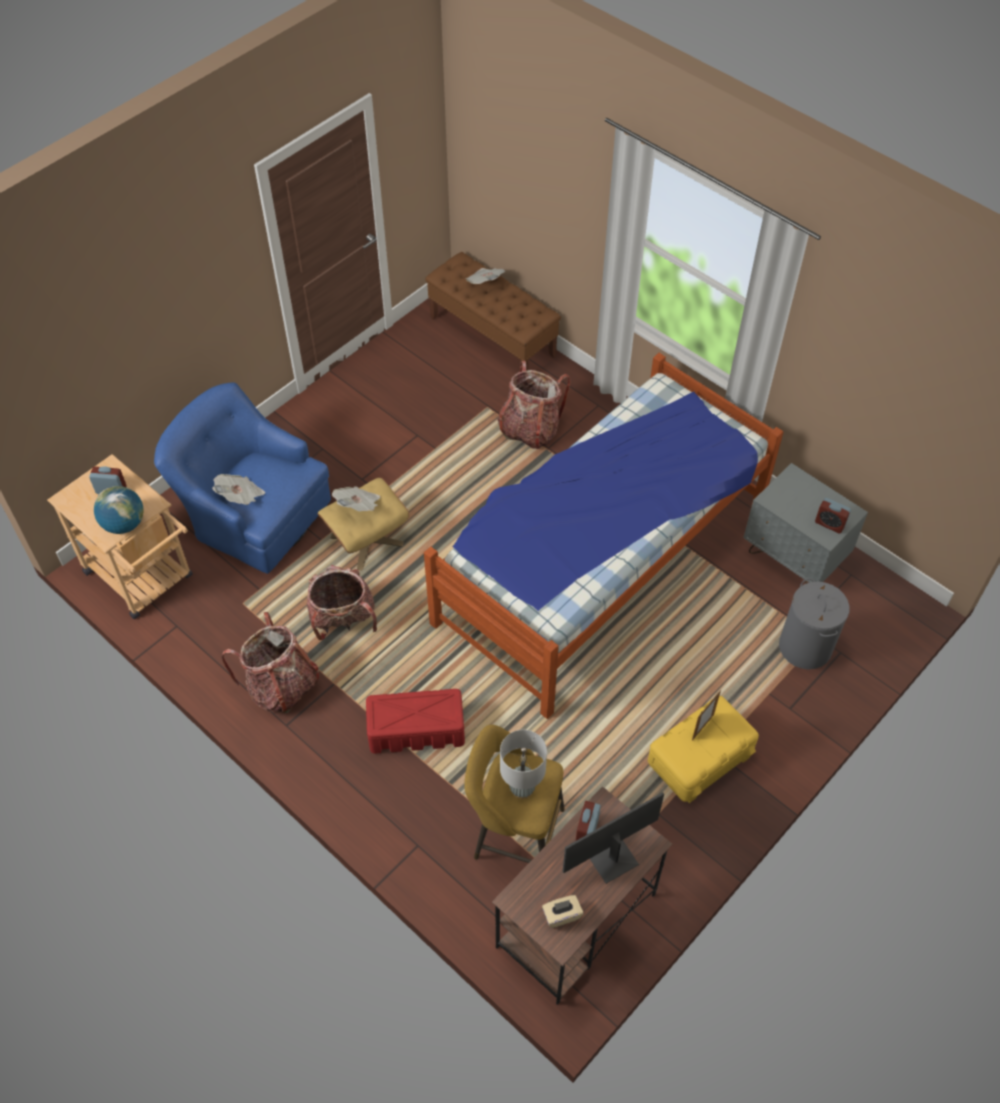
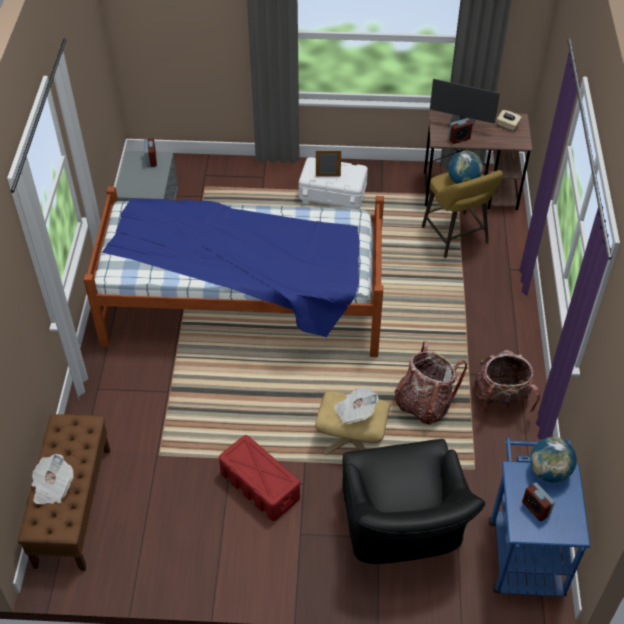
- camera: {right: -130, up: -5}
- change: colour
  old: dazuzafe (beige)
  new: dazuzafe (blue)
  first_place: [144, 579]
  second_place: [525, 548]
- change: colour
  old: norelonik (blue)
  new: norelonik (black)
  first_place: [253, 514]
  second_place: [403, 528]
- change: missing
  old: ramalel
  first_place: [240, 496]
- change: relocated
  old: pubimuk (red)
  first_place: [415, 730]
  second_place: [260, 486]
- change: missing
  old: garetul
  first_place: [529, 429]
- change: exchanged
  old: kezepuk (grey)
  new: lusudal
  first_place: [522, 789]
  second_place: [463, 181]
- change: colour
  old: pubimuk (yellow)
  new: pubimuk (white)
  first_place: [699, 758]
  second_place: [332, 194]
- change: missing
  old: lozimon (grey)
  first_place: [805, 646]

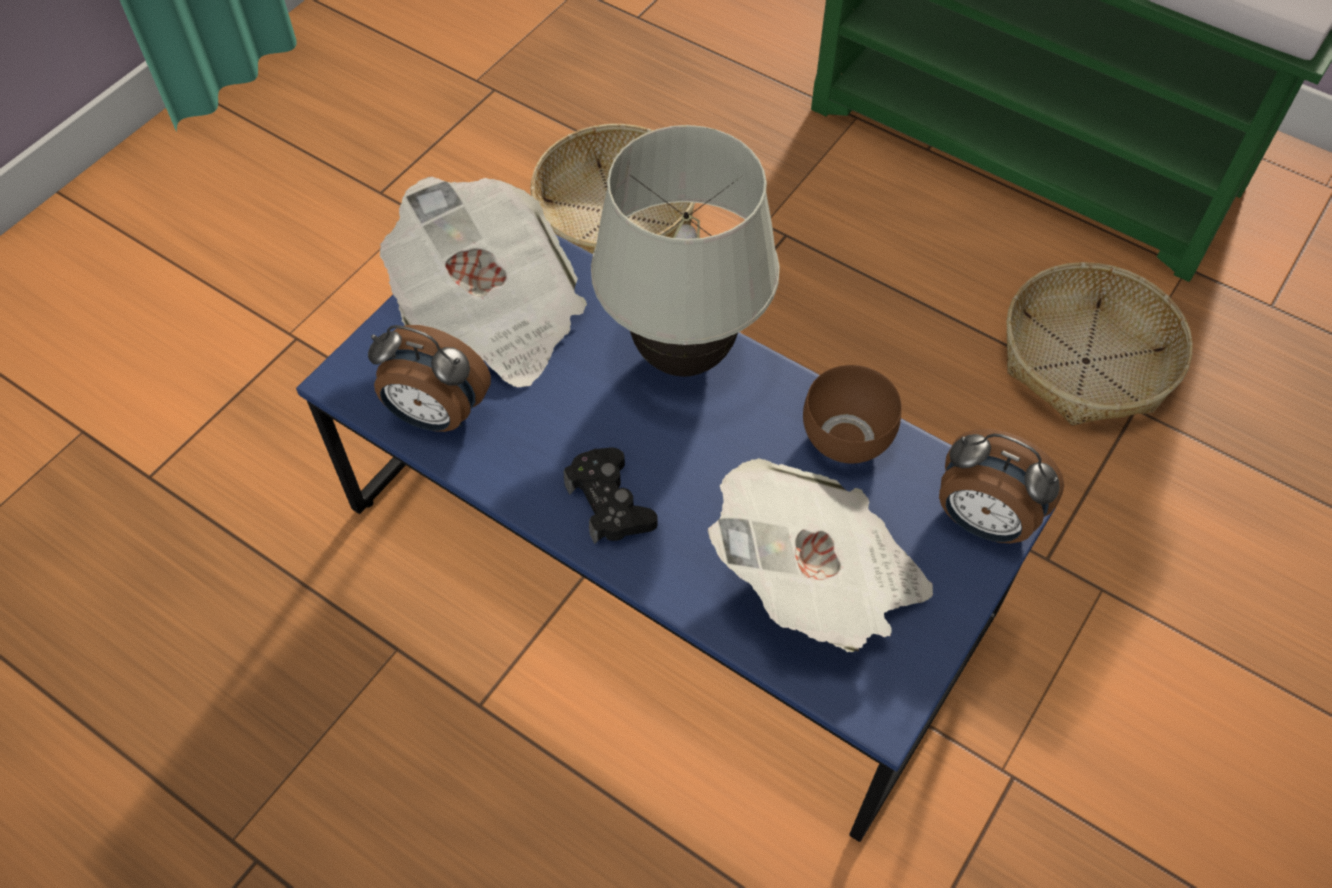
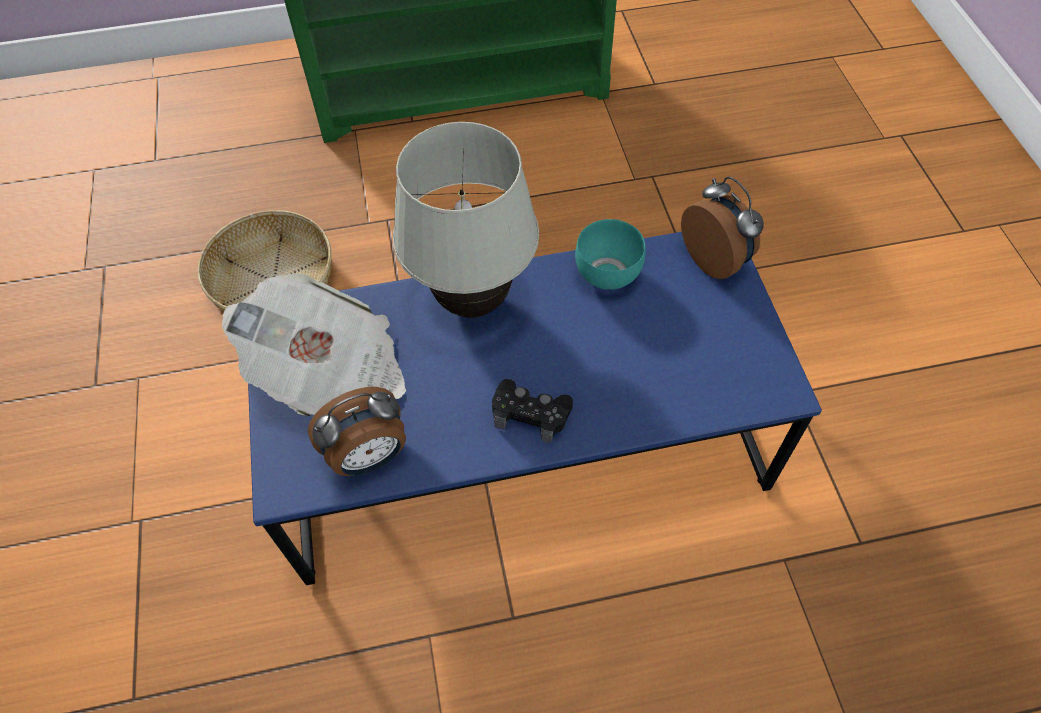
- camera: {right: -45, up: 0}
- change: missing
  old: ramalel
  first_place: [818, 581]
- change: colour
  old: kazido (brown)
  new: kazido (turquoise)
  first_place: [849, 441]
  second_place: [610, 274]
- change: spun
  old: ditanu
  first_place: [982, 521]
  second_place: [716, 259]
  degrees: -105
- change: missing
  old: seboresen
  first_place: [1086, 361]

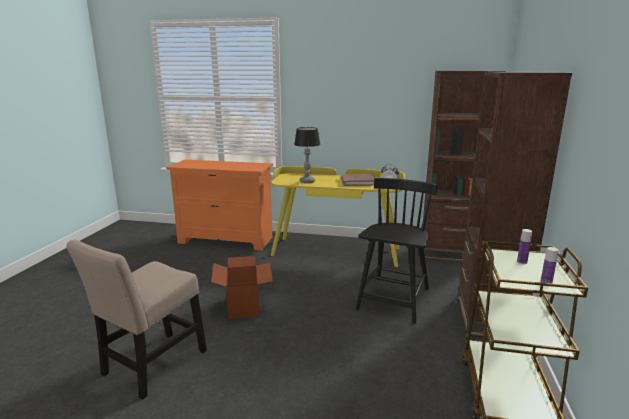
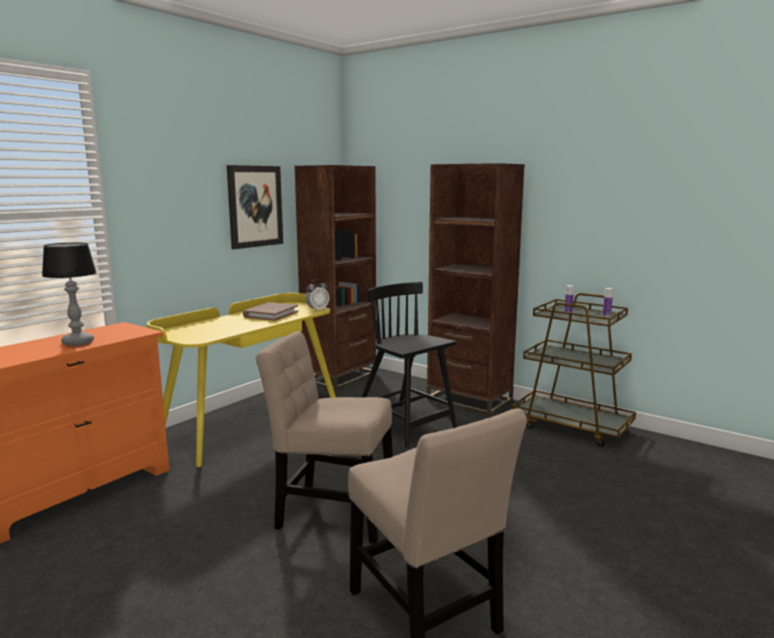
- camera: {right: -65, up: -5}
- change: exchanged
  old: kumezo
  new: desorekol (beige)
  first_place: [244, 306]
  second_place: [330, 514]
- change: relocated
  old: kezepuk
  first_place: [307, 181]
  second_place: [78, 342]
- change: appeared
  new: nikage
  second_place: [255, 206]

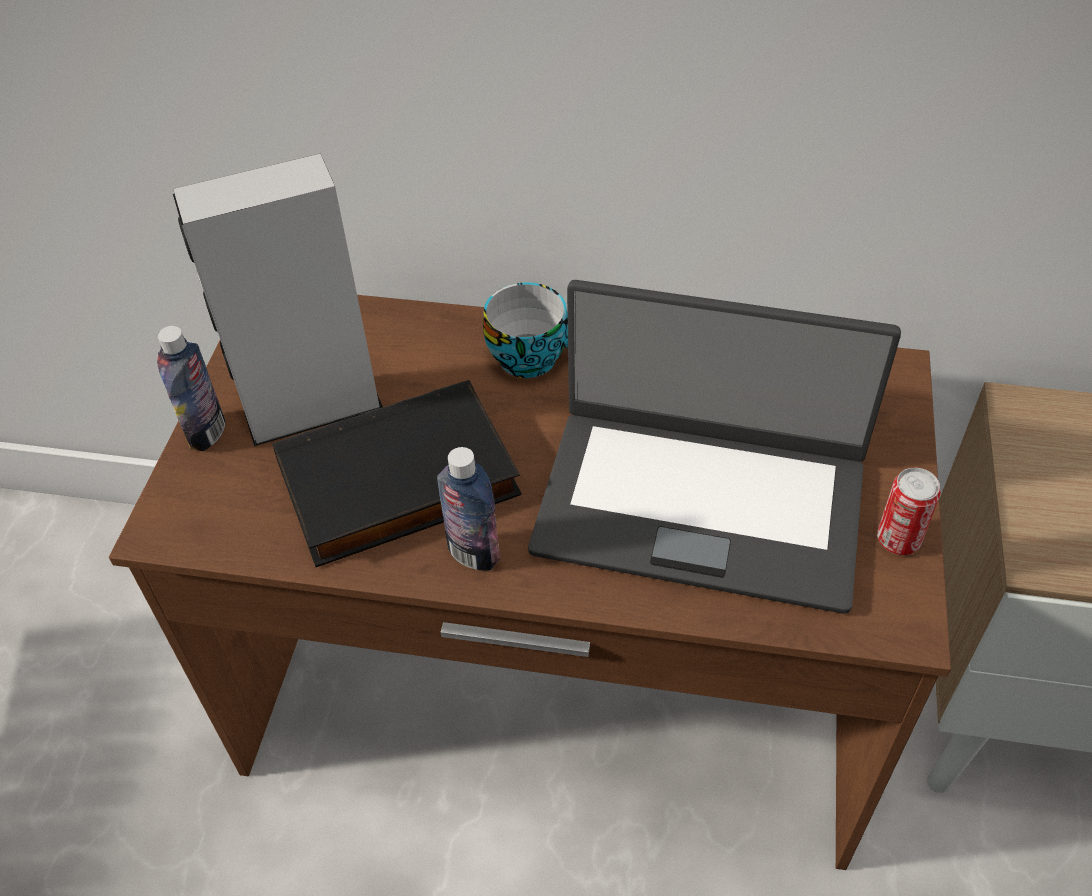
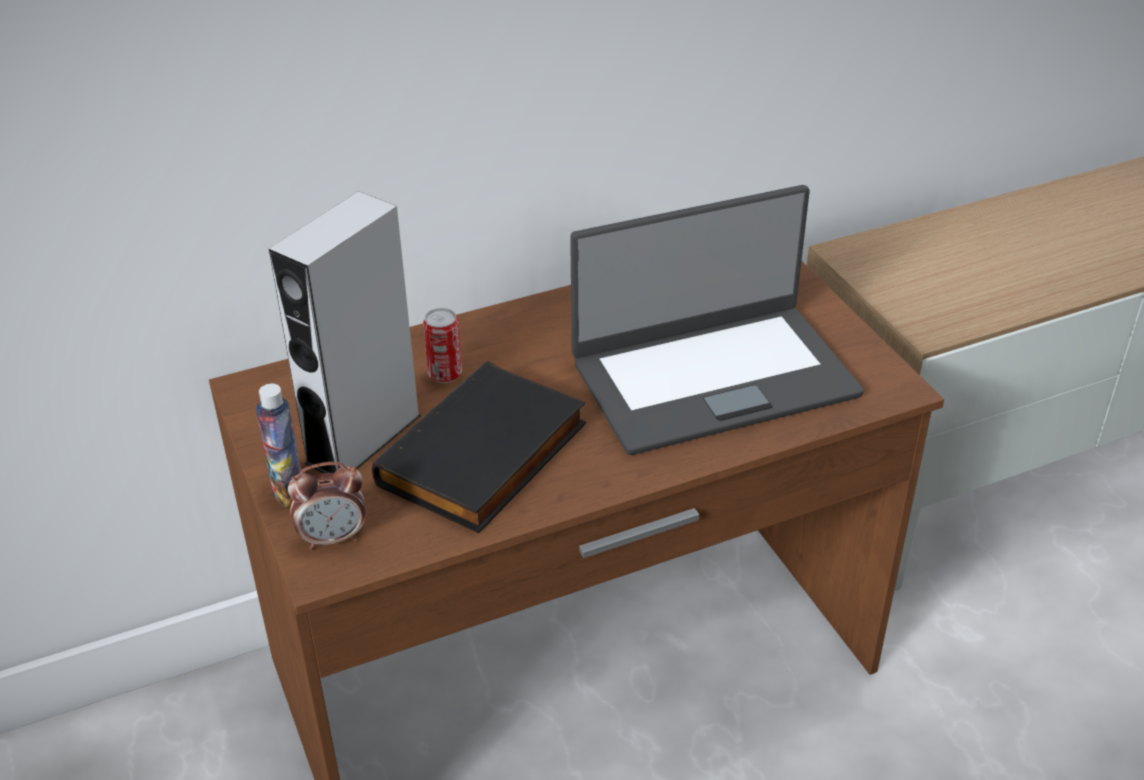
- camera: {right: -35, up: -10}
- change: missing
  old: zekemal
  first_place: [473, 553]
- change: missing
  old: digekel
  first_place: [532, 356]
- change: relocated
  old: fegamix
  first_place: [898, 540]
  second_place: [445, 374]
- change: appeared
  new: ditanu
  second_place: [333, 538]

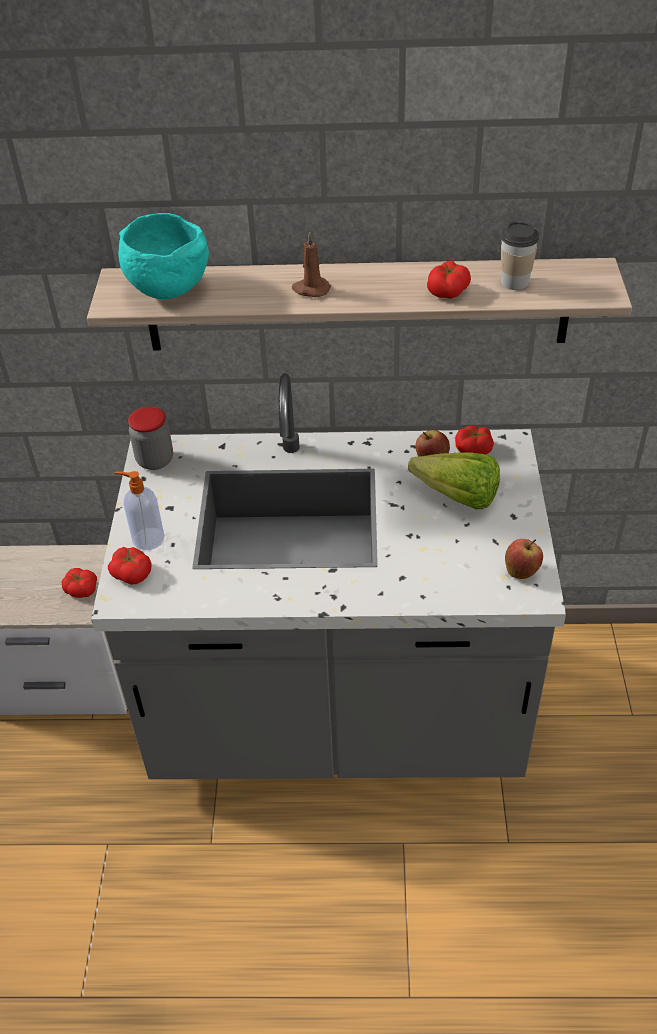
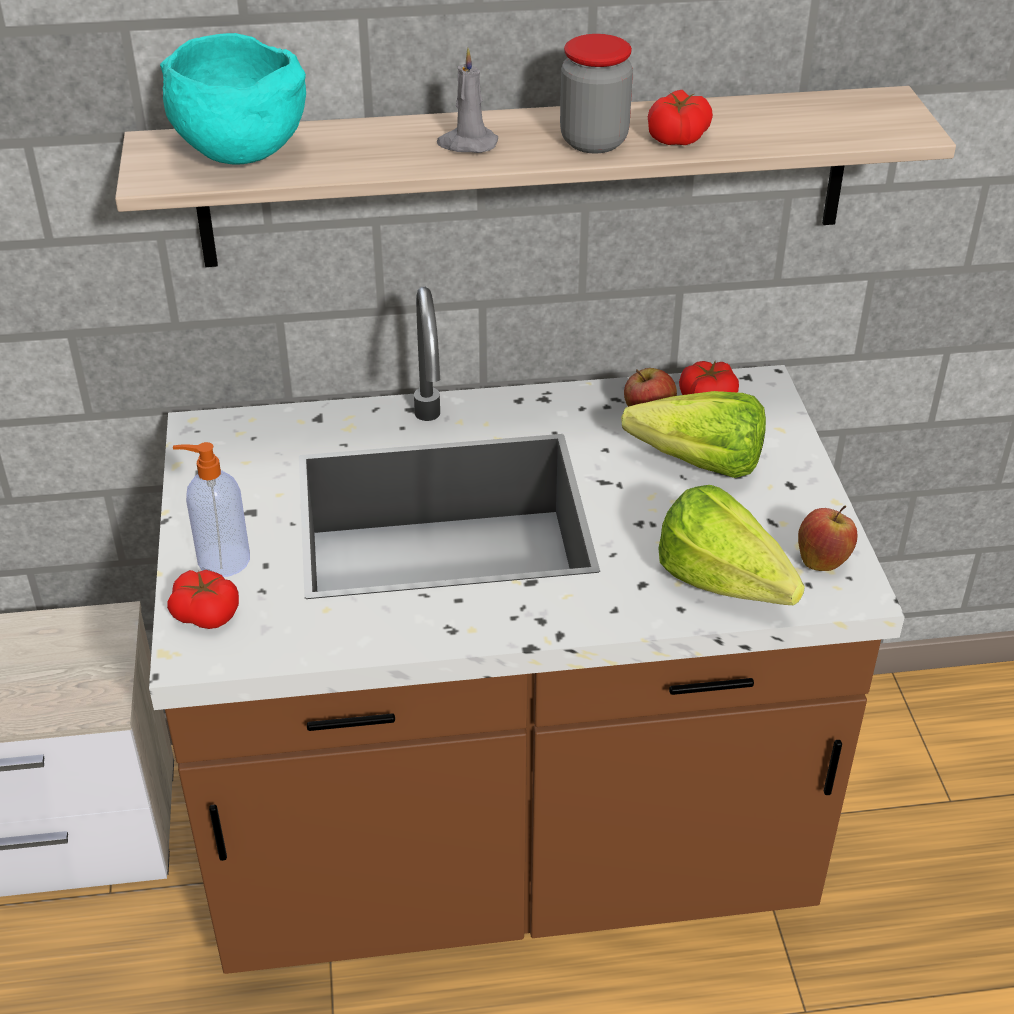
- camera: {right: -10, up: -5}
- change: missing
  old: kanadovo
  first_place: [81, 589]
- change: colour
  old: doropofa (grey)
  new: doropofa (brown)
  first_place: [337, 716]
  second_place: [507, 848]
- change: relocated
  old: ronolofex
  first_place: [155, 460]
  second_place: [594, 141]
- change: colour
  old: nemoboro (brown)
  new: nemoboro (grey)
  first_place: [310, 289]
  second_place: [467, 144]
- change: missing
  old: digekel
  first_place: [514, 282]
- change: appeared
  new: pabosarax
  second_place: [730, 591]

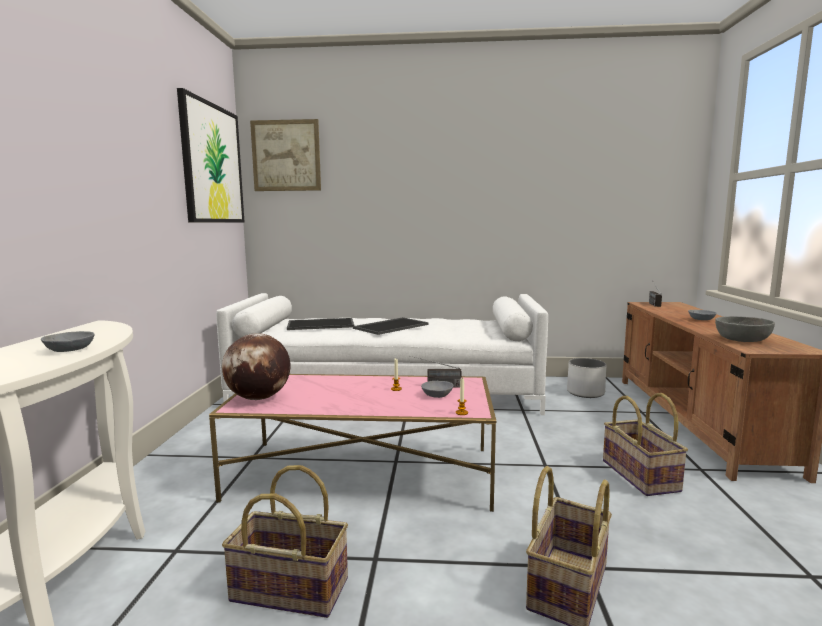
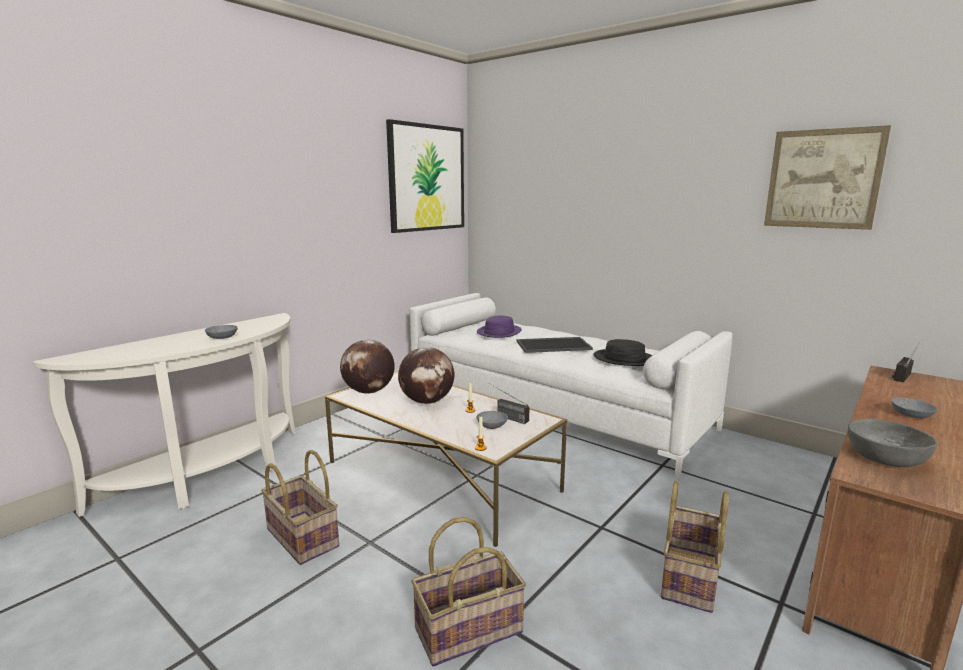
- camera: {right: 35, up: 5}
- change: colour
  old: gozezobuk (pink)
  new: gozezobuk (white)
  first_place: [363, 473]
  second_place: [441, 476]
- change: relocated
  old: nikage
  first_place: [286, 155]
  second_place: [823, 179]
- change: exchanged
  old: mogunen
  new: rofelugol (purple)
  first_place: [320, 325]
  second_place: [499, 332]
- change: missing
  old: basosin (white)
  first_place: [585, 392]
- change: appeared
  new: lusudal
  second_place: [427, 401]
- change: appeared
  new: rofelugol (black)
  second_place: [624, 359]

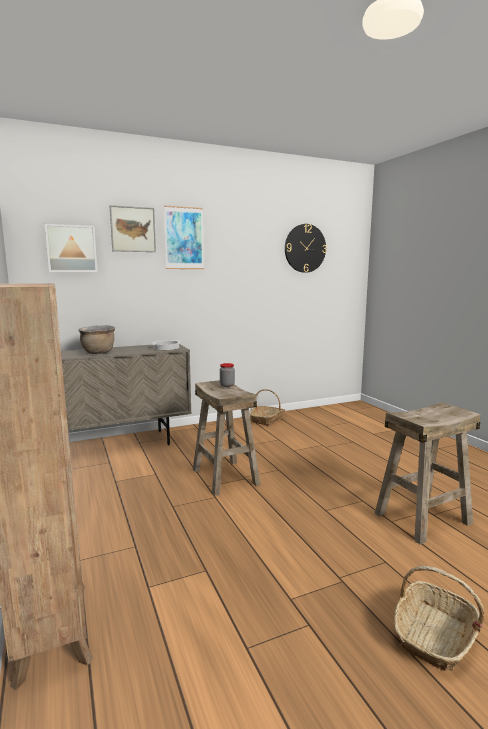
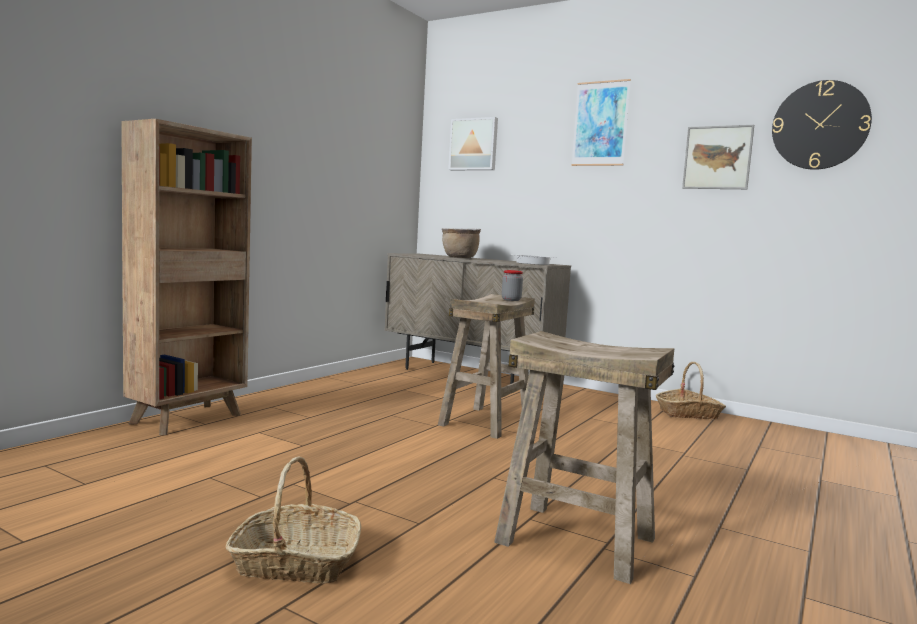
- camera: {right: 55, up: -5}
- change: relocated
  old: nikage
  first_place: [133, 229]
  second_place: [717, 157]

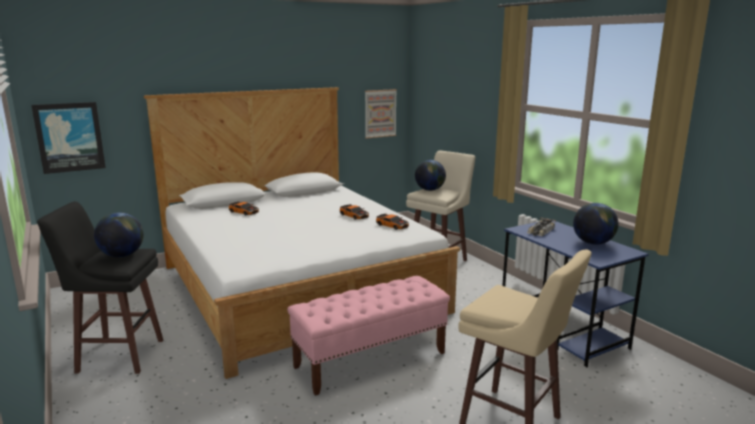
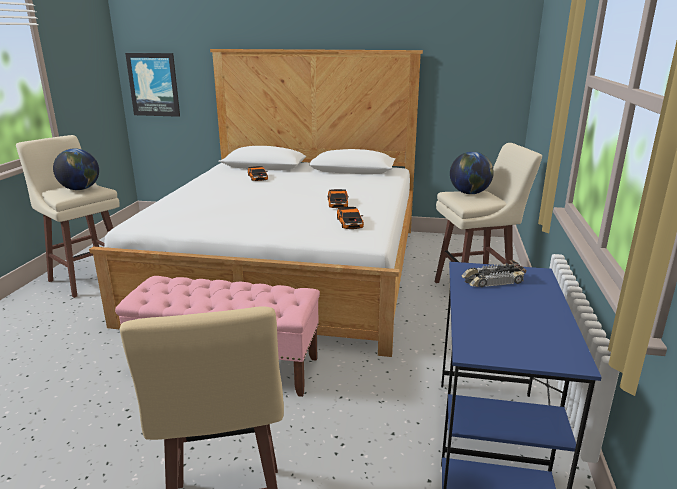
- camera: {right: 40, up: 5}
- change: colour
  old: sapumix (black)
  new: sapumix (beige)
  first_place: [118, 355]
  second_place: [88, 278]
- change: missing
  old: nikage
  first_place: [380, 113]
- change: missing
  old: lusudal
  first_place: [593, 243]

